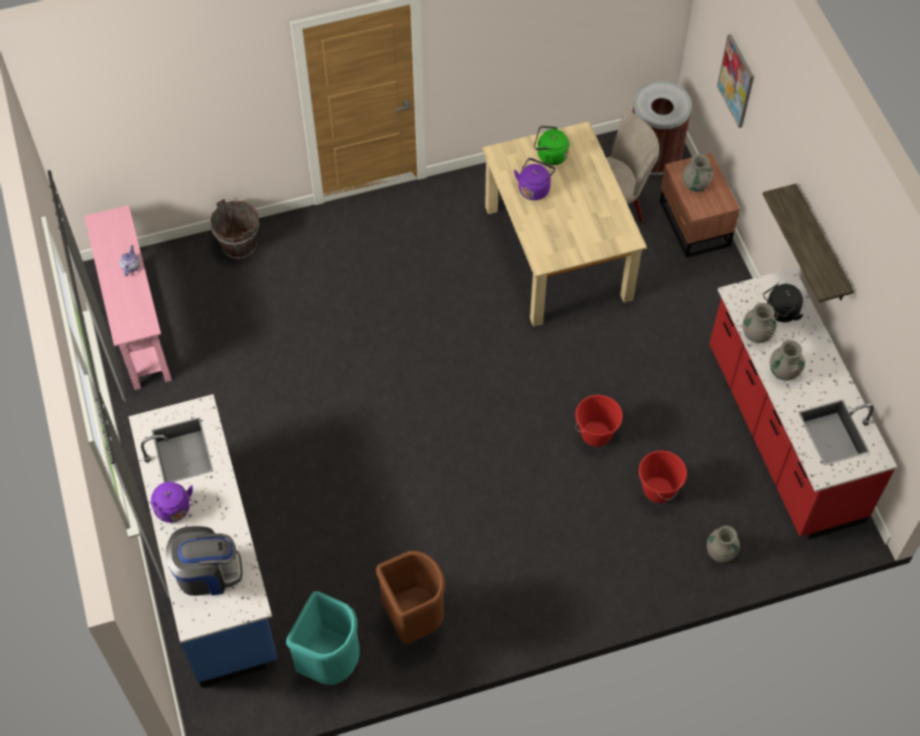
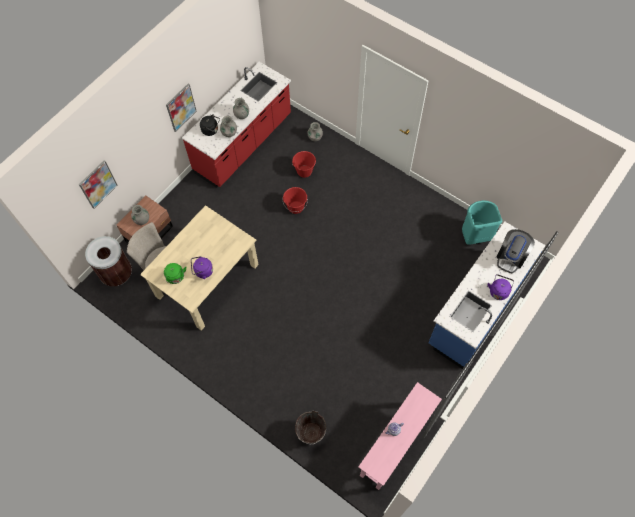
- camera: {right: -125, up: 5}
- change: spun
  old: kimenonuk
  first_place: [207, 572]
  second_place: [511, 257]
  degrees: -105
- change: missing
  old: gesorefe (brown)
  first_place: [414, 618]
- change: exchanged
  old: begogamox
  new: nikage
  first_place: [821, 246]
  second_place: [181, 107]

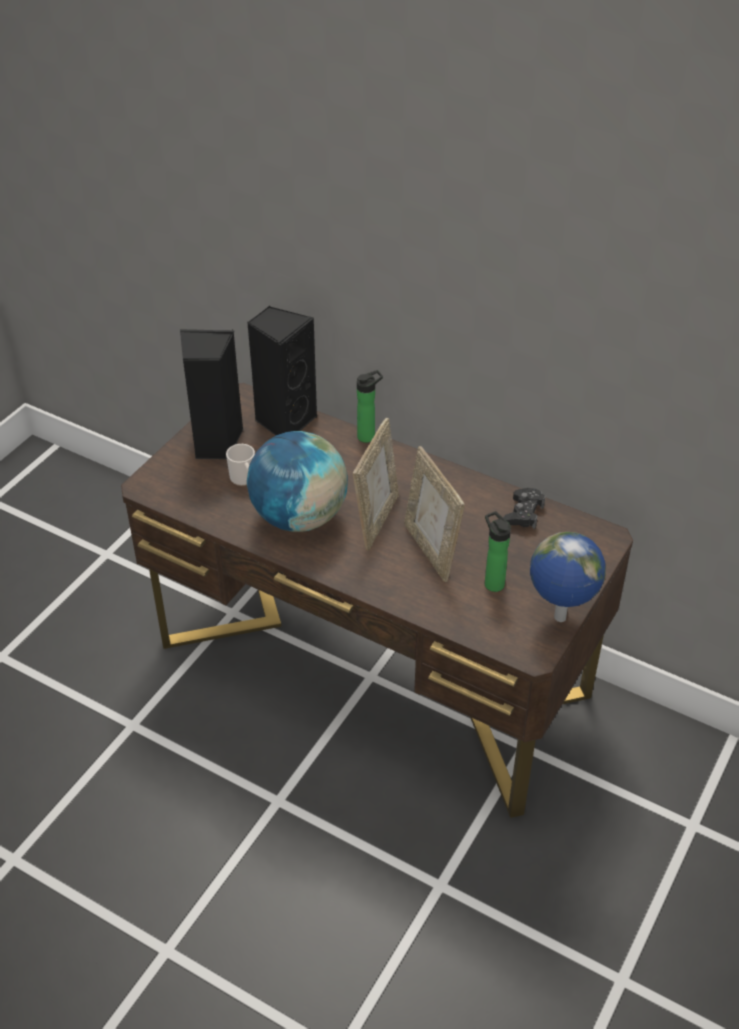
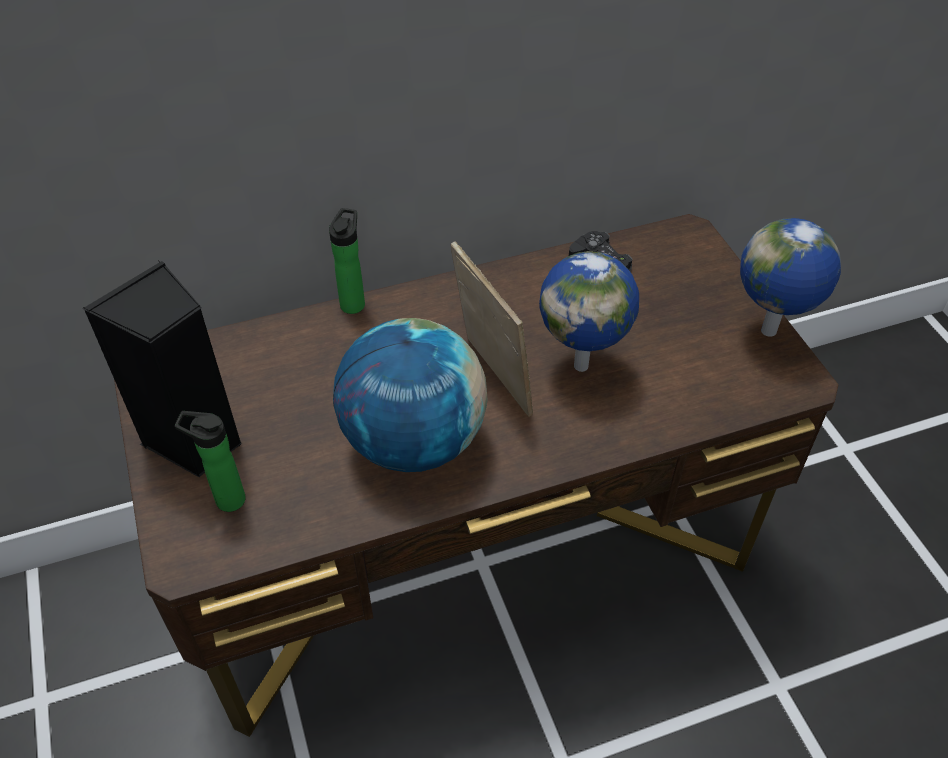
- camera: {right: -50, up: 5}
- change: missing
  old: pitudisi
  first_place: [244, 479]
- change: missing
  old: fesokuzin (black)
  first_place: [284, 421]
- change: exchanged
  old: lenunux
  new: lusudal
  first_place: [431, 550]
  second_place: [582, 364]
- change: relocated
  old: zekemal
  first_place: [492, 582]
  second_place: [226, 499]

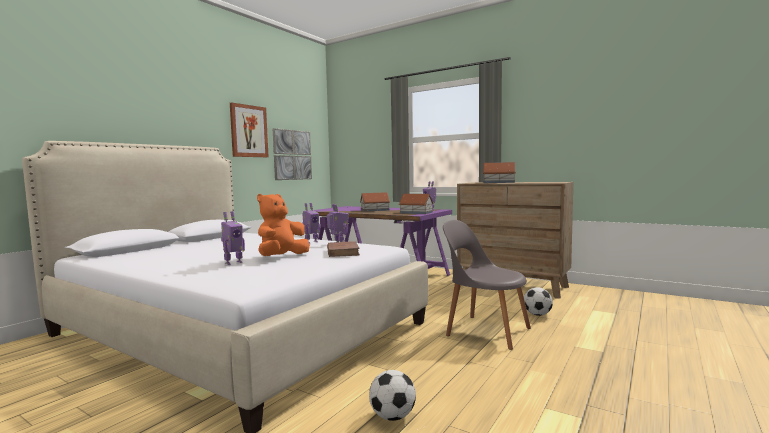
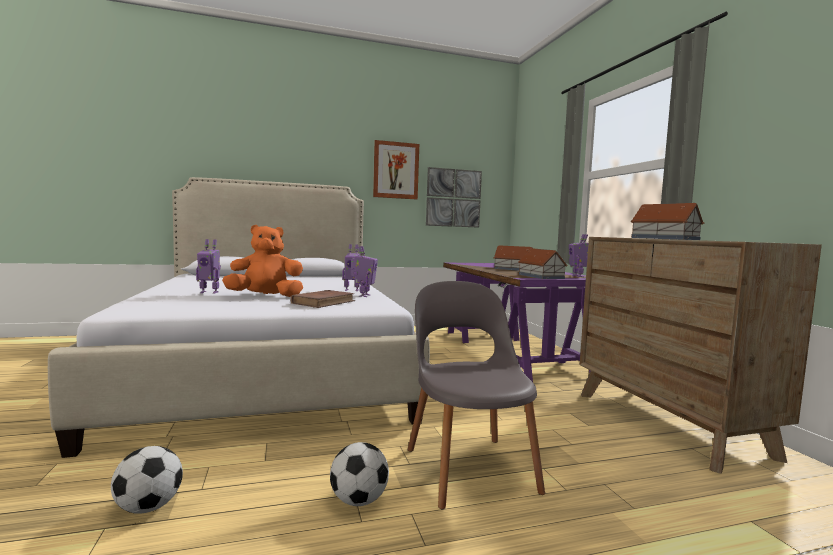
- camera: {right: 40, up: 0}
- change: relocated
  old: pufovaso
  first_place: [537, 314]
  second_place: [359, 500]

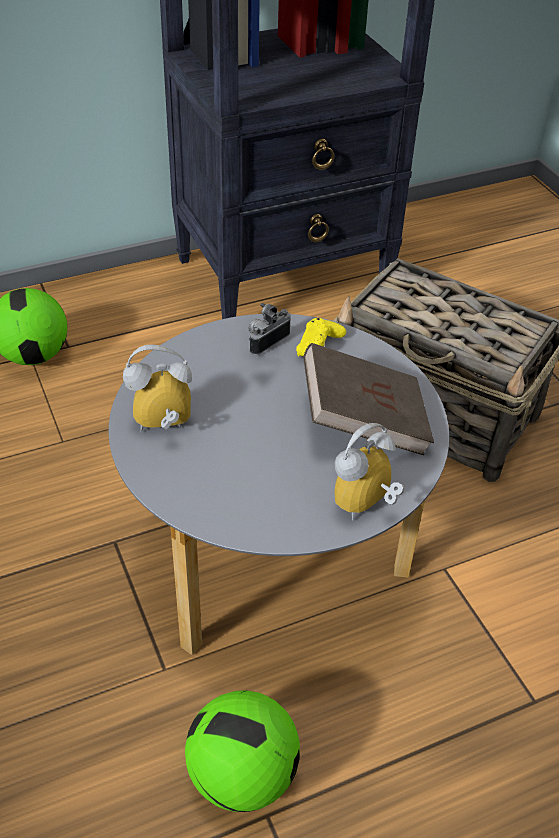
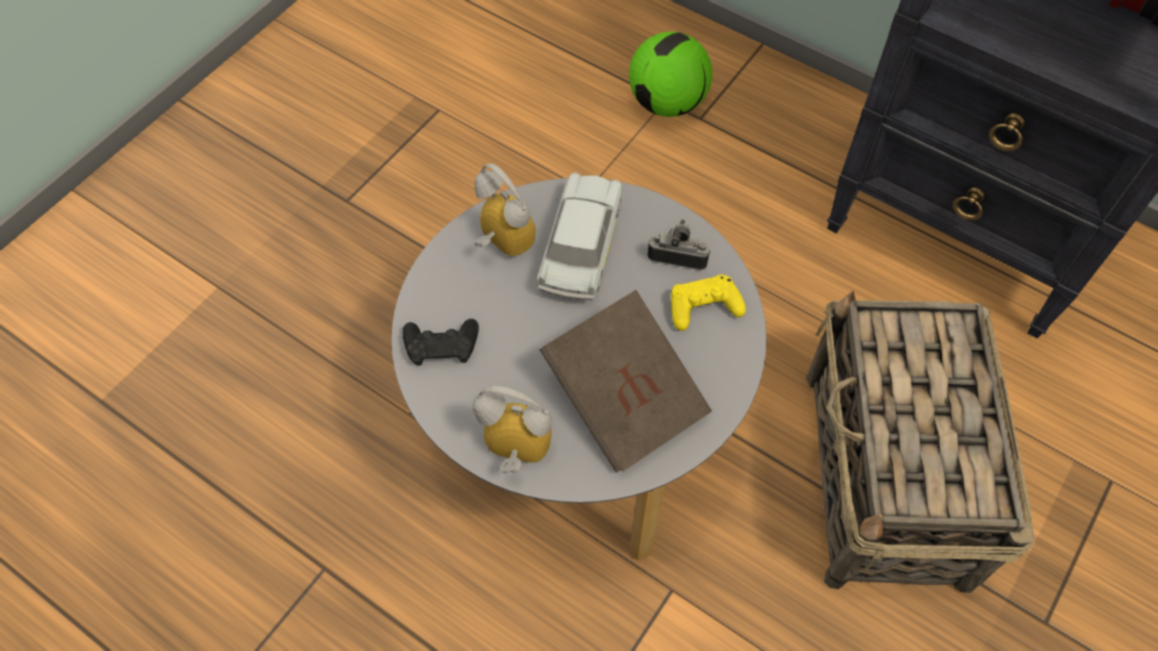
- camera: {right: 60, up: 15}
- change: missing
  old: pufovaso
  first_place: [242, 775]
- change: appeared
  new: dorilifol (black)
  second_place: [441, 345]
- change: appeared
  new: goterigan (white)
  second_place: [581, 246]

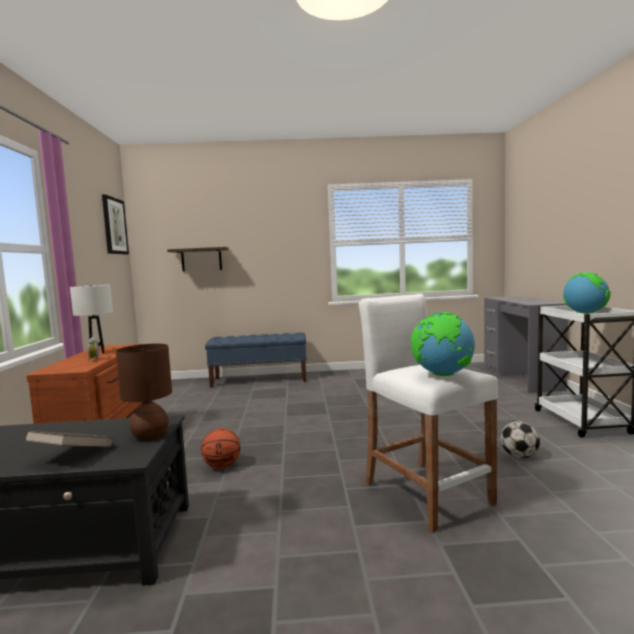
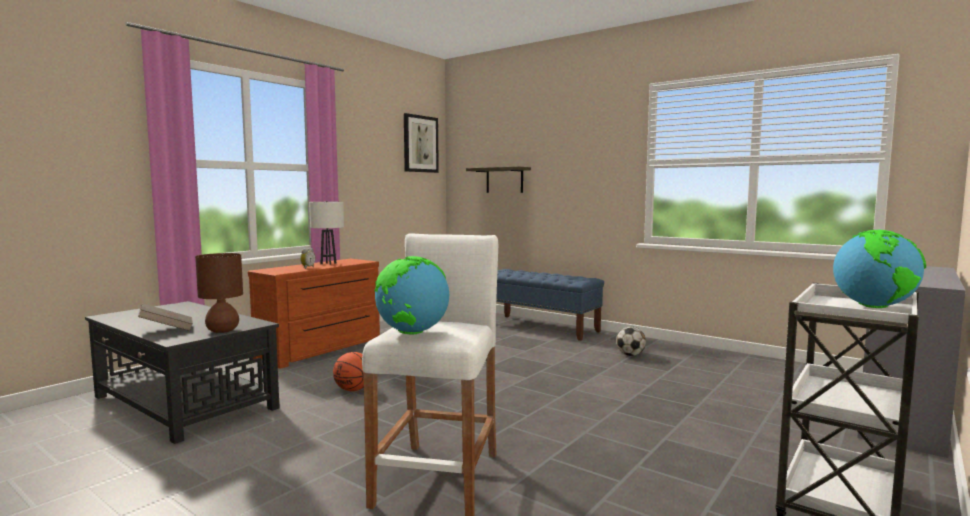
- camera: {right: 40, up: 0}
- change: relocated
  old: pufovaso
  first_place: [519, 456]
  second_place: [630, 355]

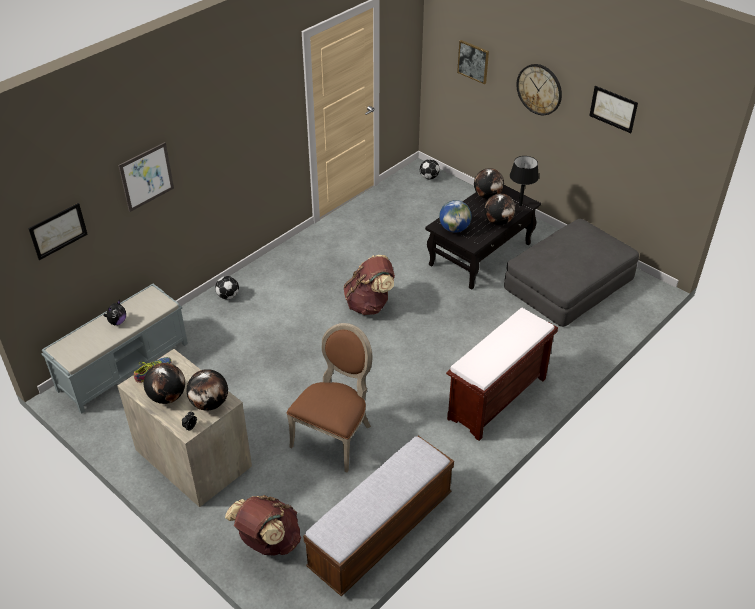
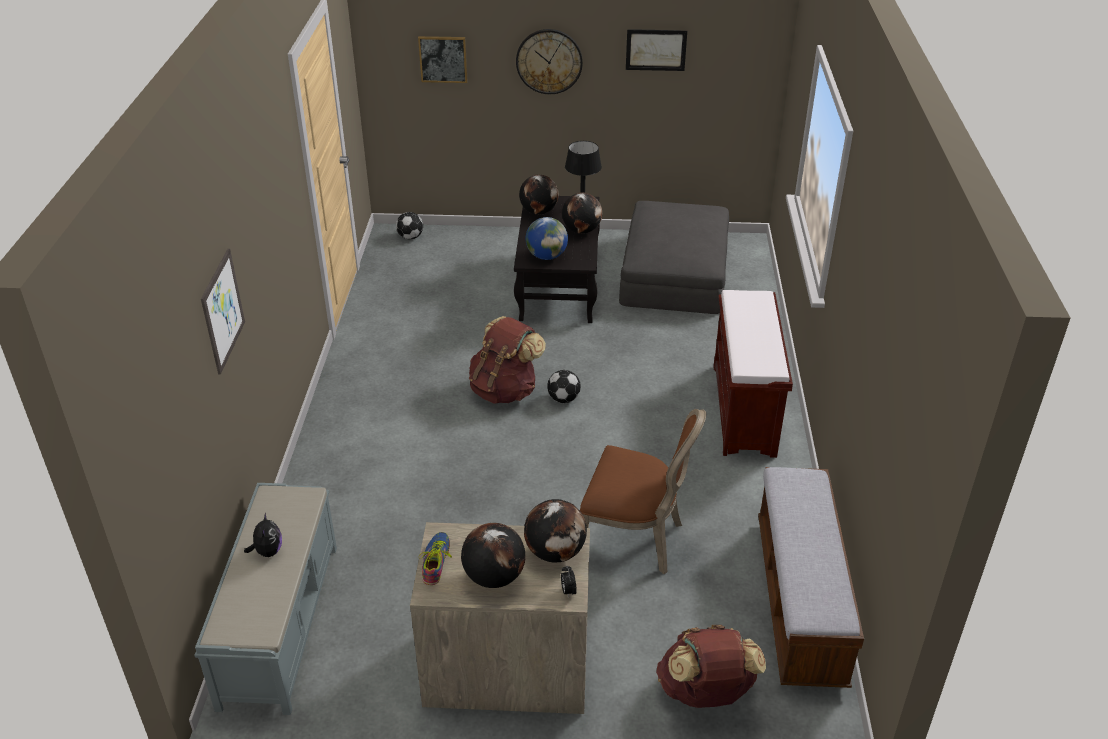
- camera: {right: -40, up: -5}
- change: missing
  old: nikage
  first_place: [58, 231]
- change: relocated
  old: pufovaso
  first_place: [228, 296]
  second_place: [563, 399]
- change: spun
  old: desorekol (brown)
  first_place: [335, 435]
  second_place: [635, 539]
  degrees: 120

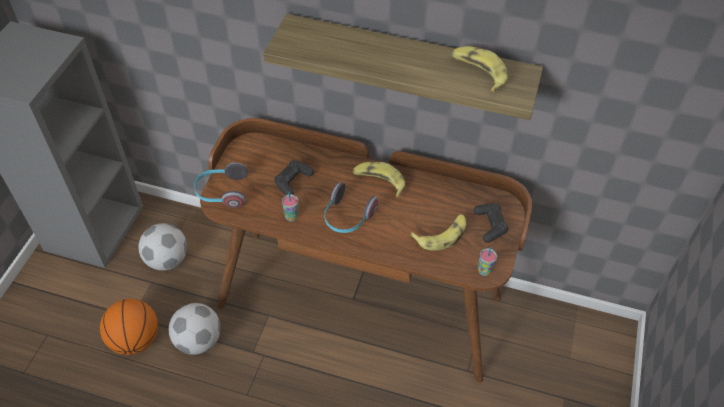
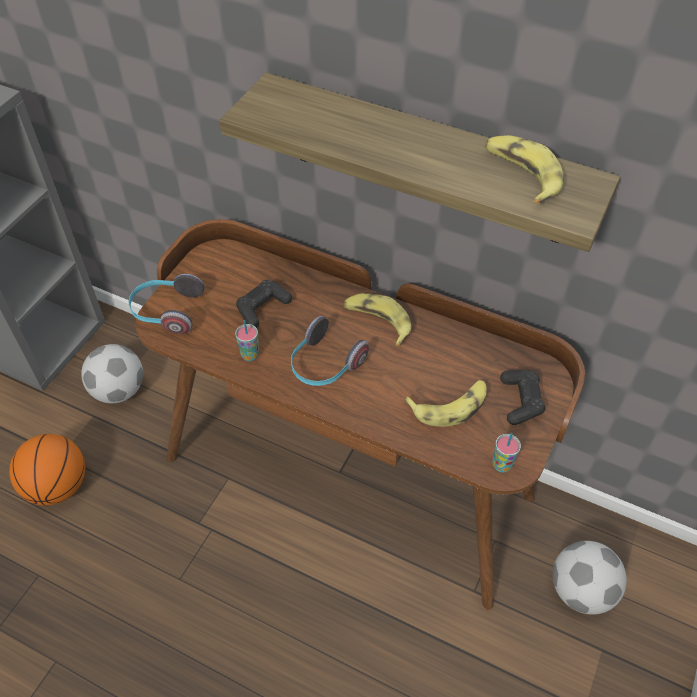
- camera: {right: 10, up: 0}
- change: relocated
  old: pufovaso
  first_place: [199, 340]
  second_place: [581, 590]

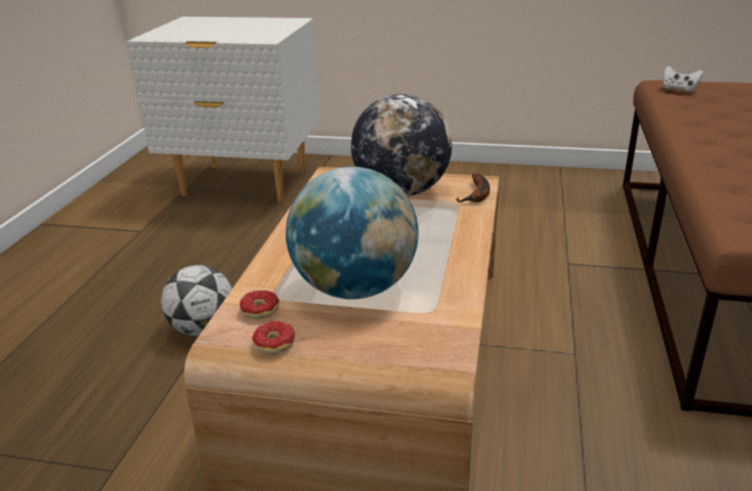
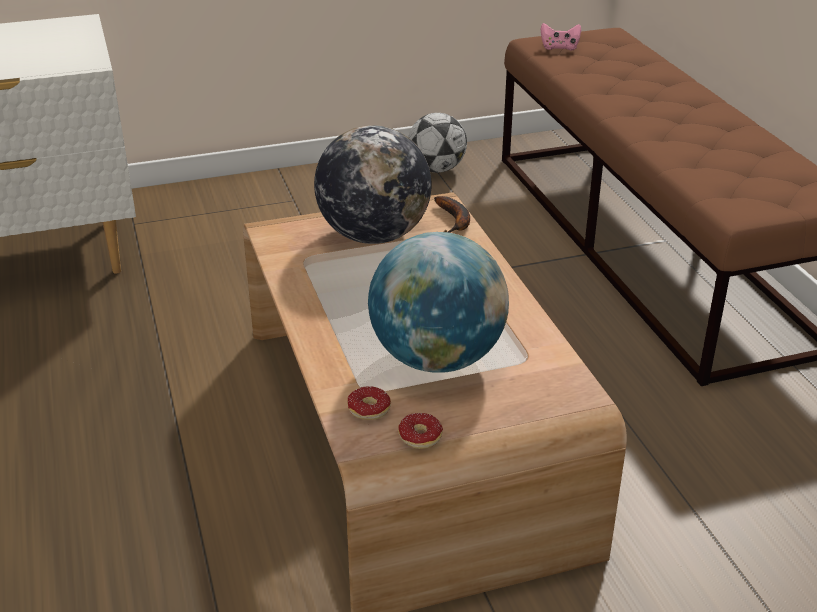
- camera: {right: -30, up: 5}
- change: relocated
  old: pufovaso
  first_place: [203, 329]
  second_place: [436, 169]
- change: colour
  old: dorilifol (white)
  new: dorilifol (pink)
  first_place: [679, 89]
  second_place: [559, 48]

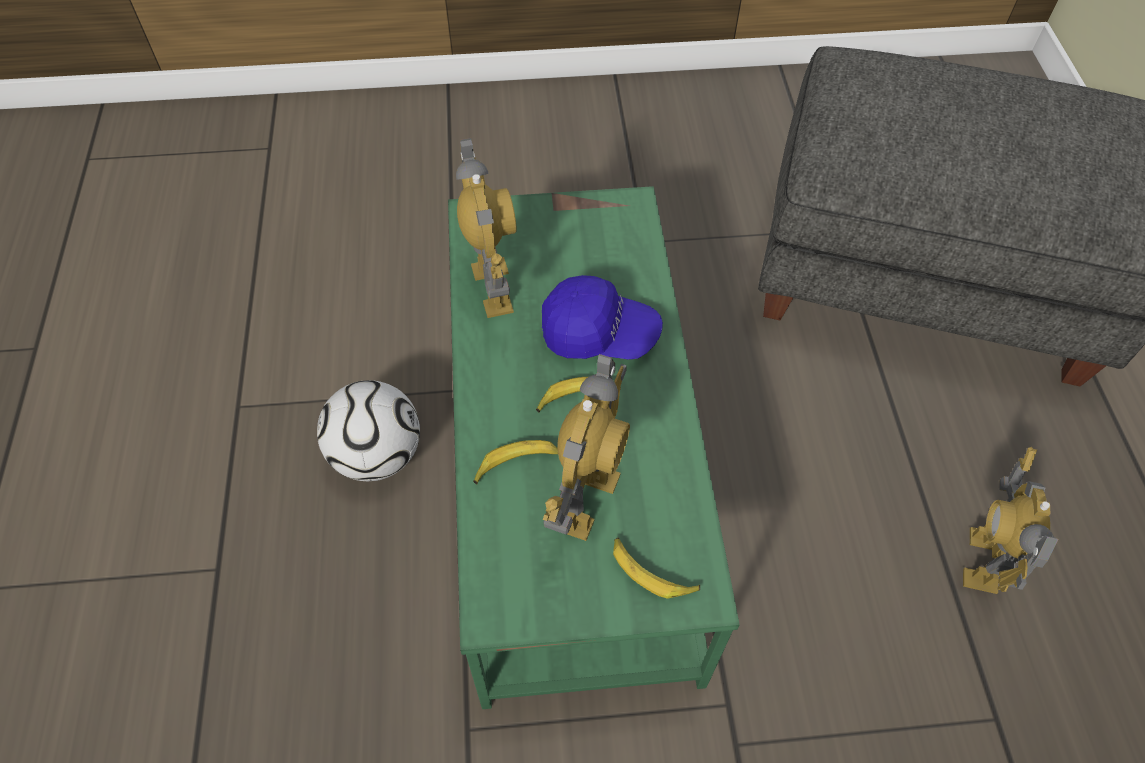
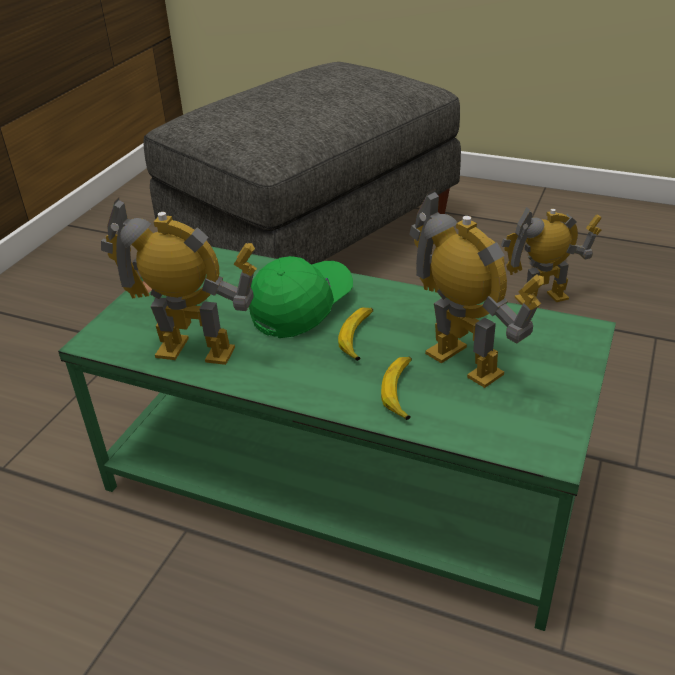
- camera: {right: -60, up: -20}
- change: missing
  old: pufovaso
  first_place: [377, 454]
- change: colour
  old: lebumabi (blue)
  new: lebumabi (green)
  first_place: [599, 333]
  second_place: [302, 308]
- change: missing
  old: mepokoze
  first_place: [651, 572]
- change: spun
  old: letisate
  first_place: [981, 560]
  second_place: [542, 299]
  degrees: 120

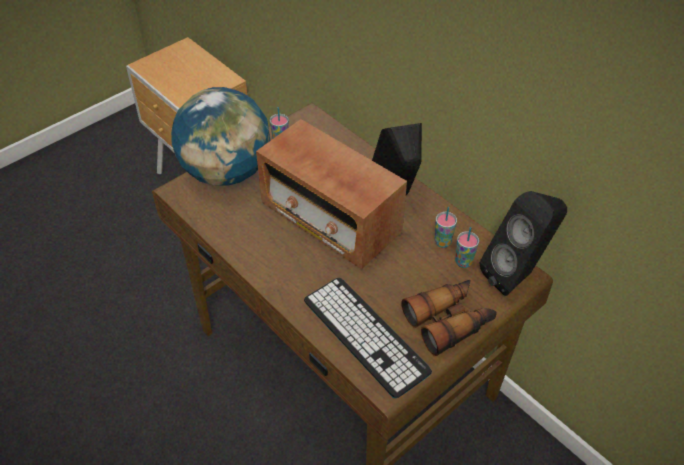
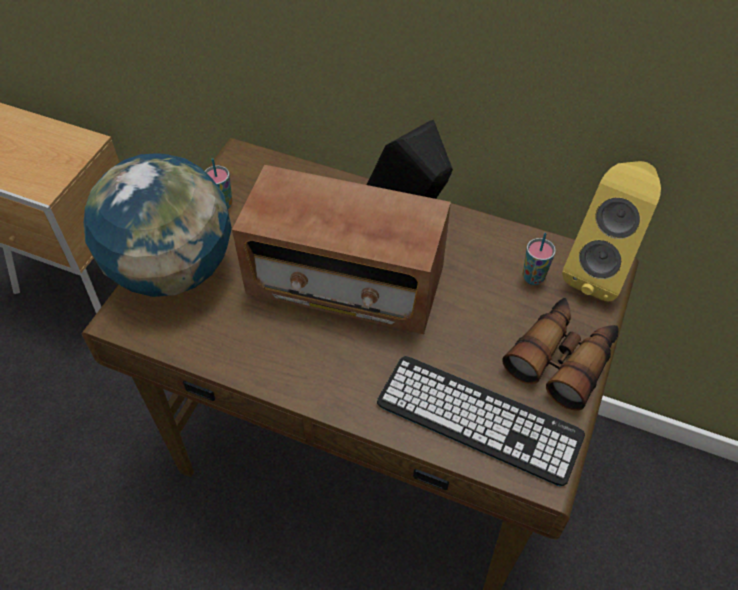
- camera: {right: -25, up: 5}
- change: missing
  old: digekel
  first_place: [442, 242]
- change: colour
  old: fesokuzin (black)
  new: fesokuzin (yellow)
  first_place: [516, 275]
  second_place: [600, 270]

